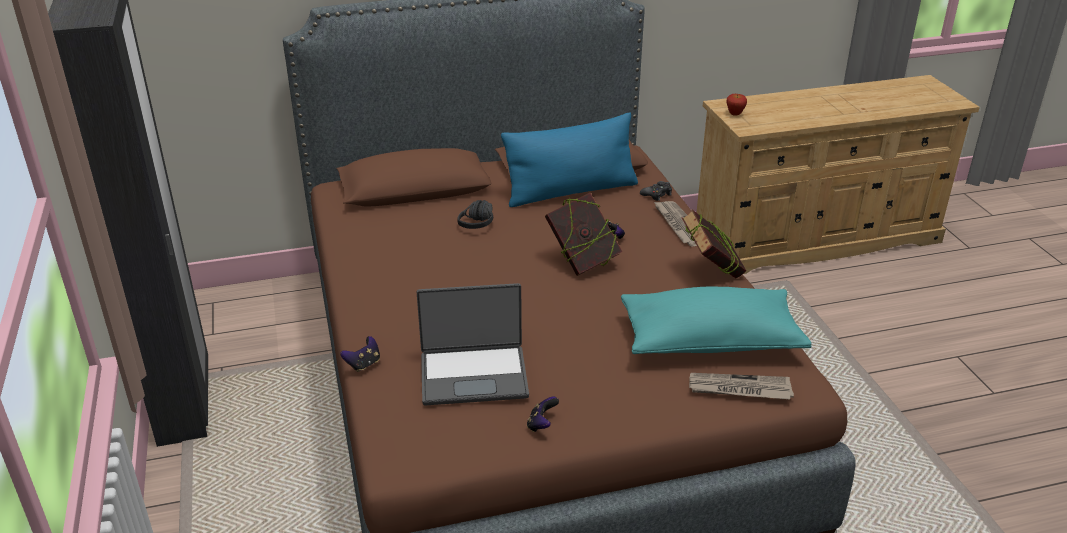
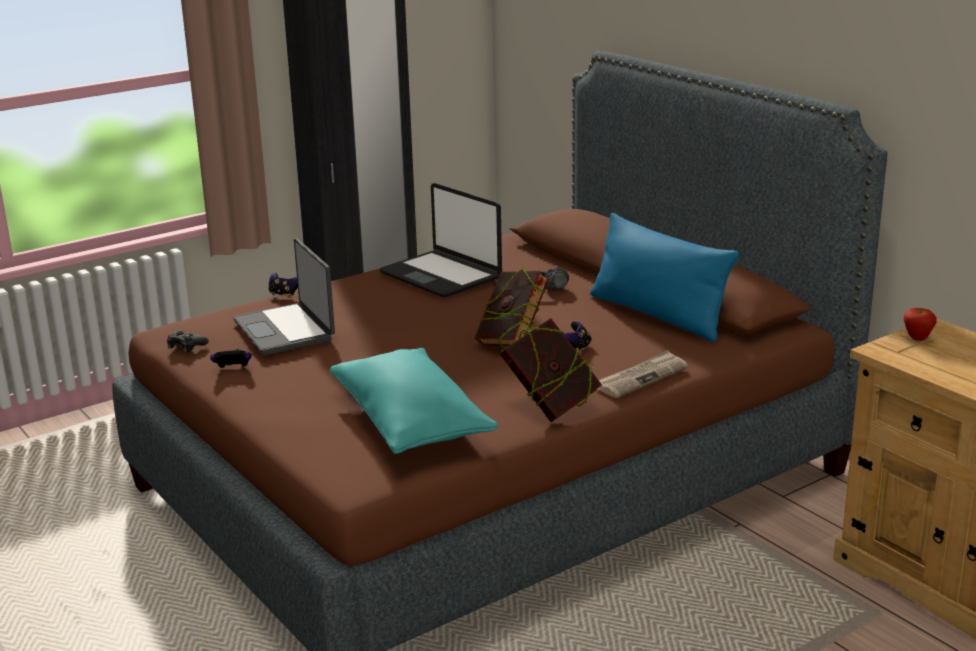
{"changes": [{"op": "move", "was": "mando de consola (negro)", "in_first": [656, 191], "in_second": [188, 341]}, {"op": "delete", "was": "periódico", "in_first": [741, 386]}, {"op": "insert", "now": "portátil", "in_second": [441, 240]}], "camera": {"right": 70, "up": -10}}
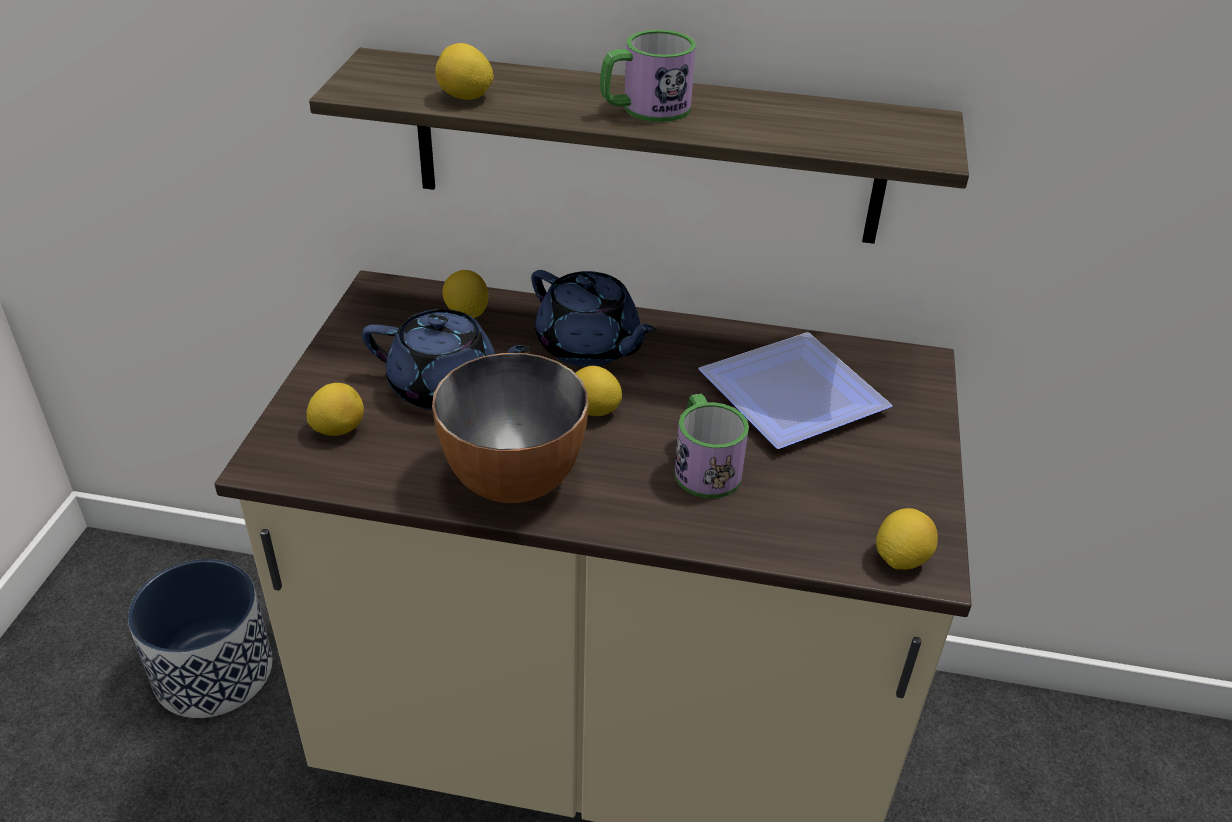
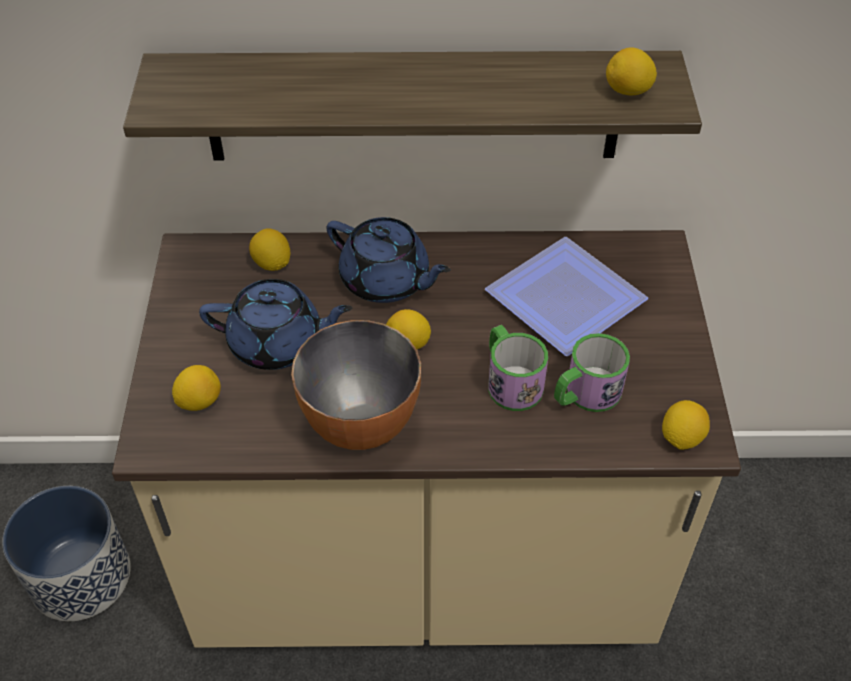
{"changes": [{"op": "move", "was": "taza grande", "in_first": [648, 76], "in_second": [592, 372]}, {"op": "move", "was": "limón", "in_first": [464, 71], "in_second": [631, 71]}], "camera": {"right": -10, "up": 10}}
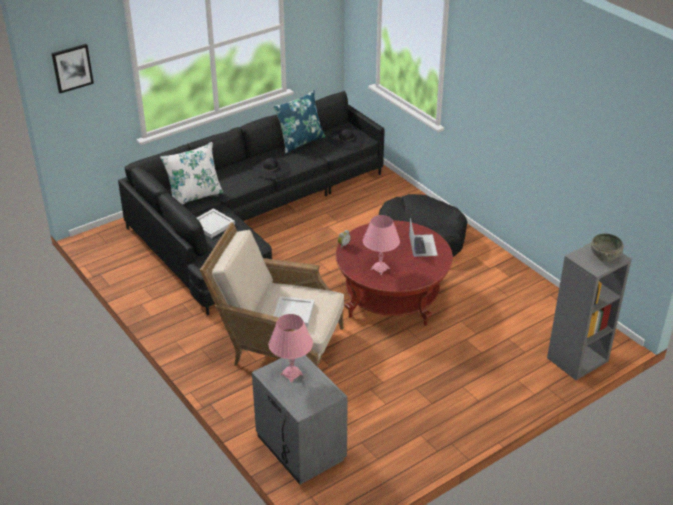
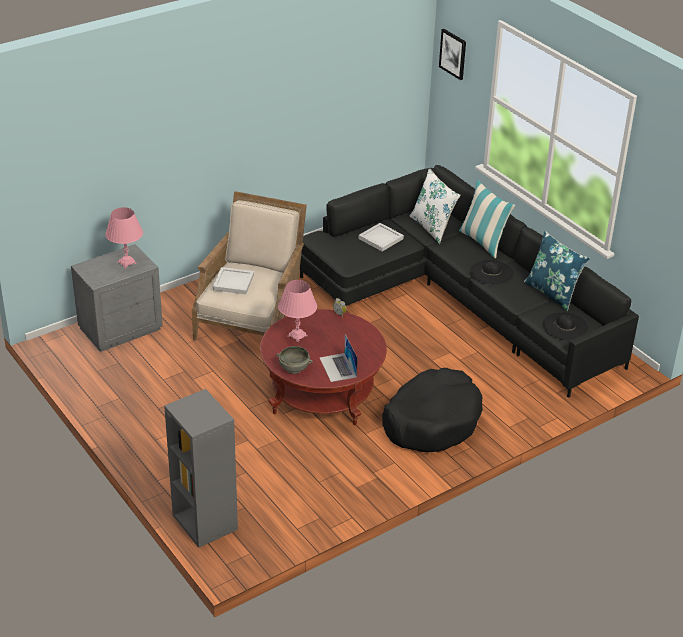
{"changes": [{"op": "rotate", "was": "portátil", "in_first": [423, 237], "in_second": [338, 358], "clockwise": 75}, {"op": "move", "was": "cuenco (gris)", "in_first": [607, 248], "in_second": [294, 360]}, {"op": "insert", "now": "cojín", "in_second": [487, 219]}], "camera": {"right": 90, "up": 0}}
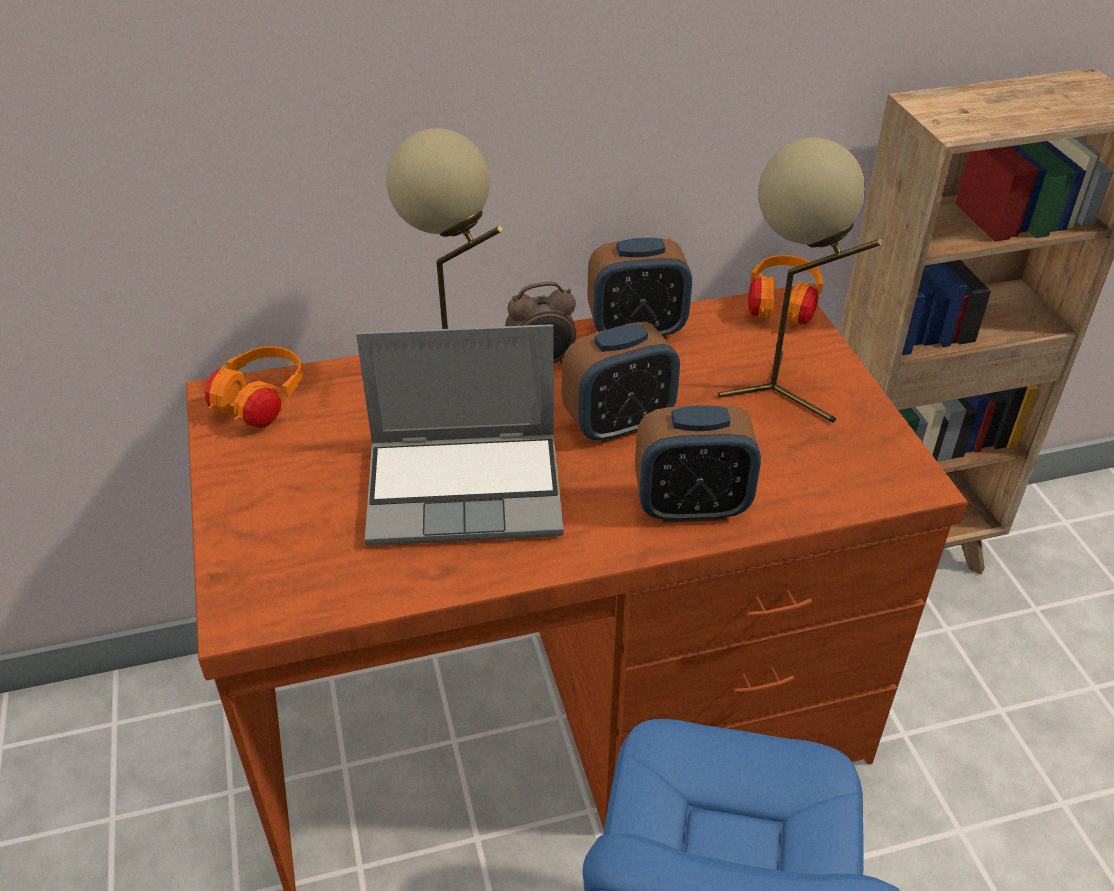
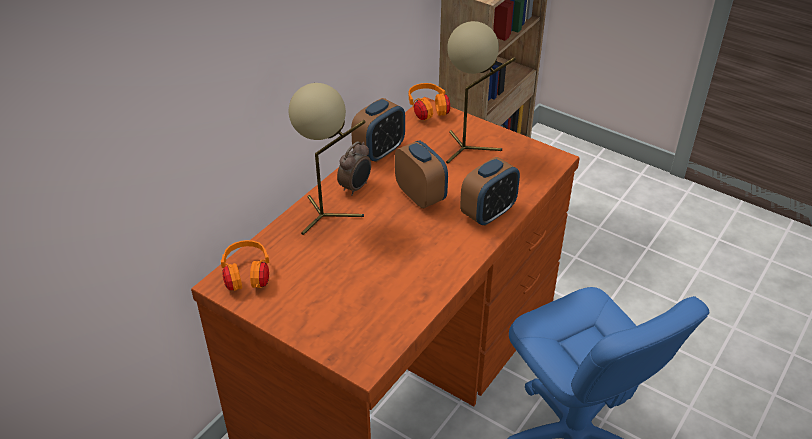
{"changes": [{"op": "rotate", "was": "despertador", "in_first": [621, 382], "in_second": [421, 174], "clockwise": -60}, {"op": "delete", "was": "portátil", "in_first": [460, 435]}], "camera": {"right": -40, "up": 0}}
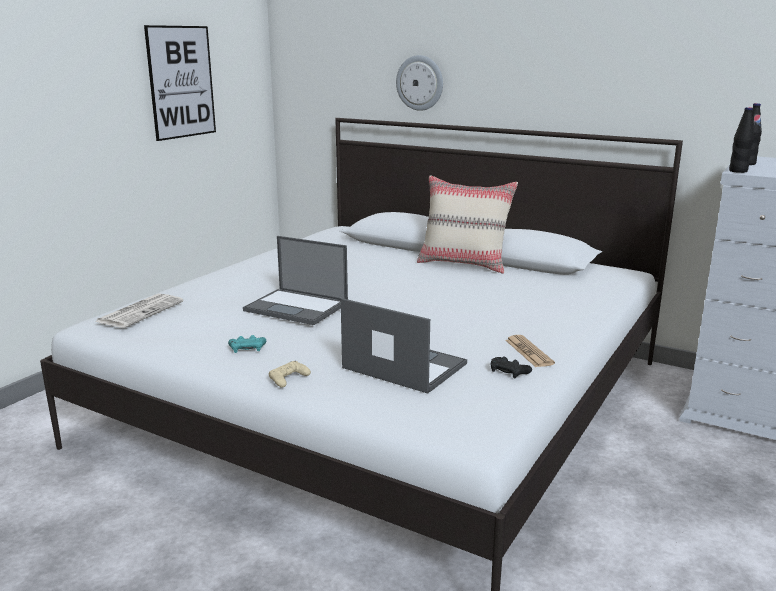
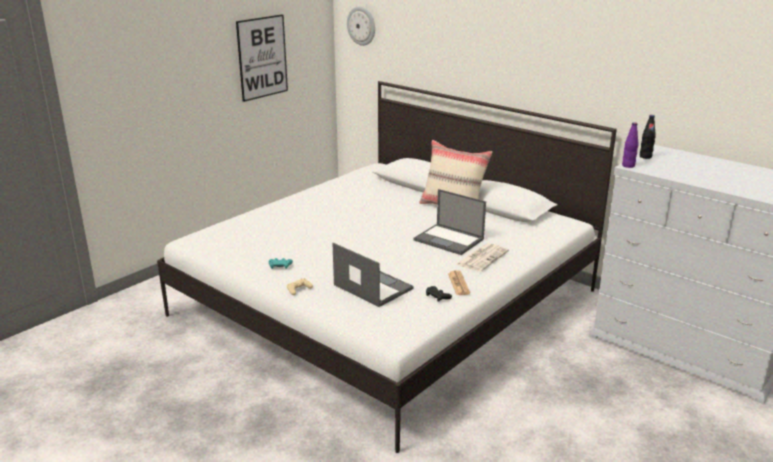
{"changes": [{"op": "move", "was": "reloj de pared", "in_first": [419, 83], "in_second": [361, 26]}, {"op": "recolor", "was": "botella (negro)", "now": "botella (morado)", "in_first": [741, 140], "in_second": [630, 145]}, {"op": "move", "was": "portátil", "in_first": [295, 280], "in_second": [450, 222]}, {"op": "move", "was": "periódico", "in_first": [139, 310], "in_second": [482, 257]}], "camera": {"right": 10, "up": 5}}
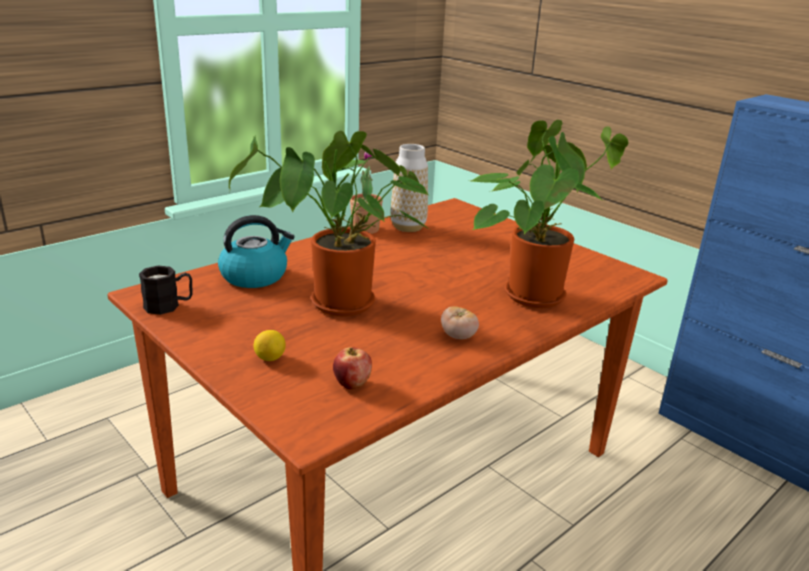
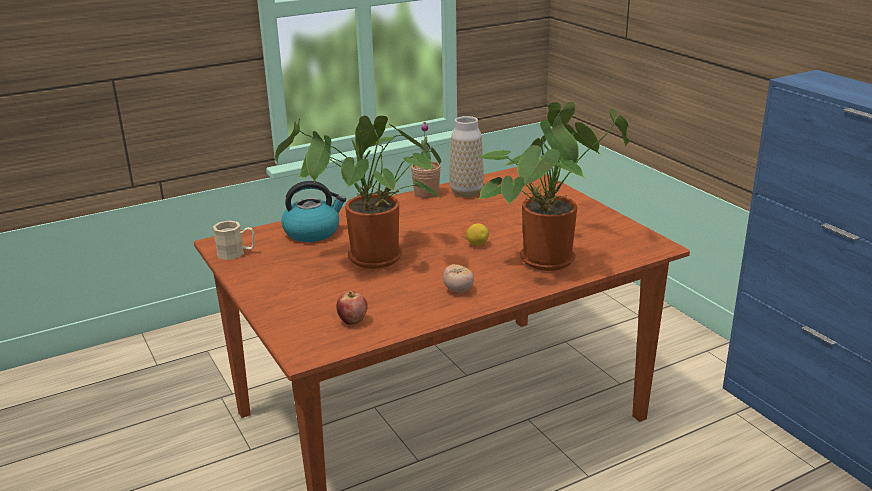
{"changes": [{"op": "recolor", "was": "taza grande (negro)", "now": "taza grande (beis)", "in_first": [166, 290], "in_second": [234, 240]}, {"op": "move", "was": "limón", "in_first": [270, 345], "in_second": [477, 234]}], "camera": {"right": 15, "up": 0}}
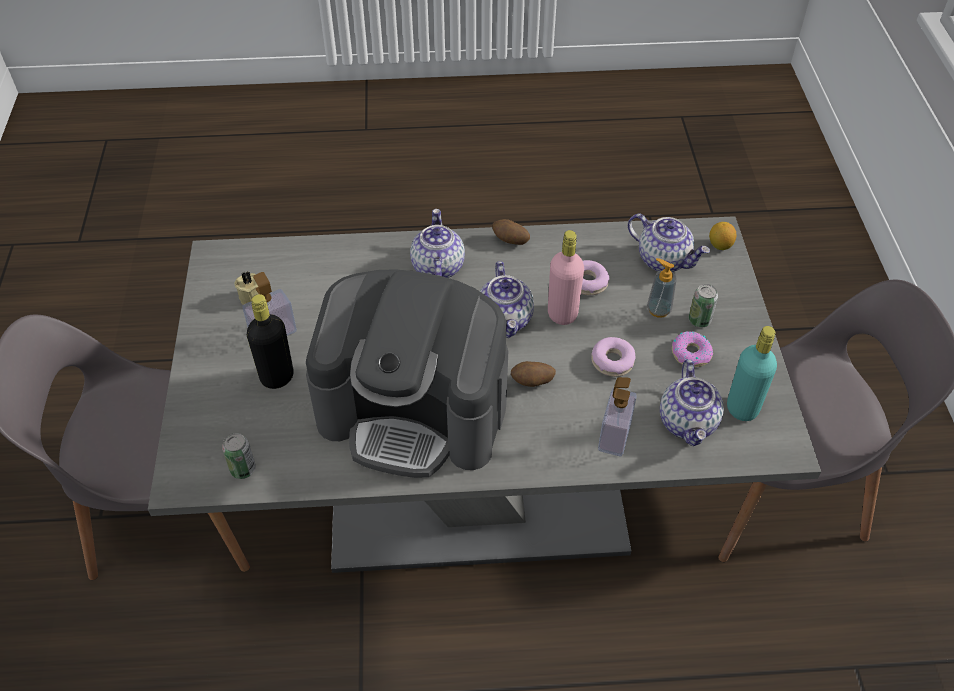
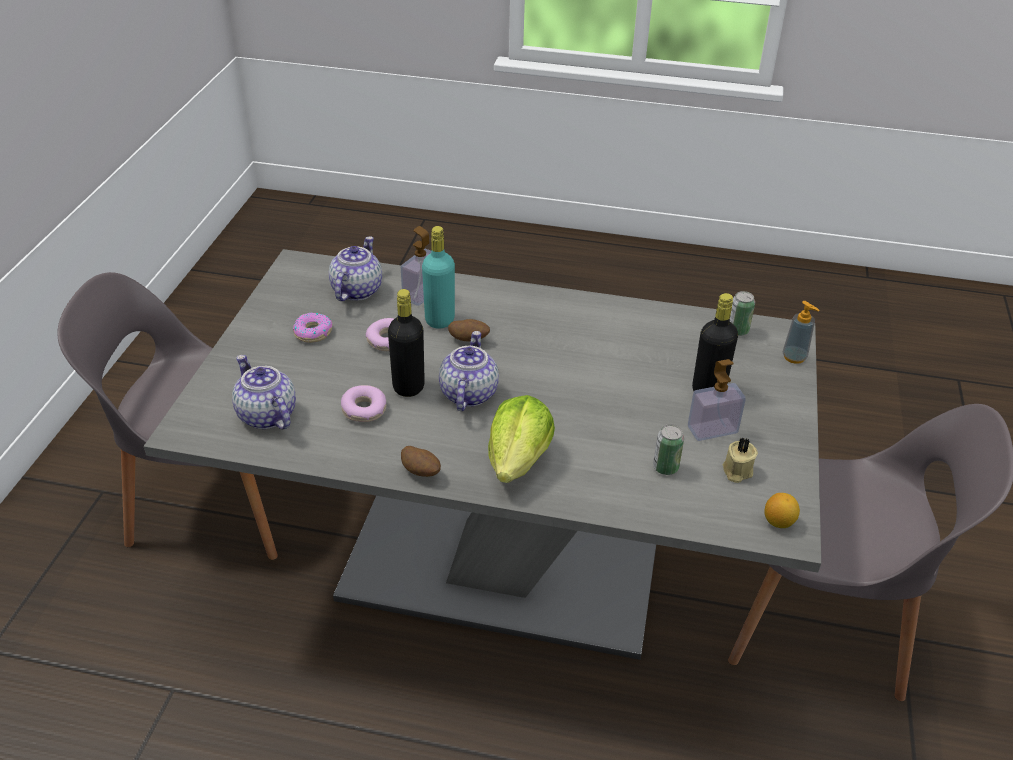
{"changes": [{"op": "replace", "was": "tetera", "now": "lechuga", "in_first": [437, 243], "in_second": [521, 439]}, {"op": "move", "was": "limón", "in_first": [722, 236], "in_second": [782, 510]}, {"op": "recolor", "was": "botella (rosa)", "now": "botella (negro)", "in_first": [566, 277], "in_second": [406, 343]}, {"op": "move", "was": "dispensador de jabón", "in_first": [662, 288], "in_second": [800, 332]}, {"op": "delete", "was": "cafetera", "in_first": [407, 373]}, {"op": "move", "was": "lata", "in_first": [703, 305], "in_second": [668, 449]}, {"op": "move", "was": "botella (turquesa)", "in_first": [752, 373], "in_second": [438, 277]}], "camera": {"right": -165, "up": -10}}
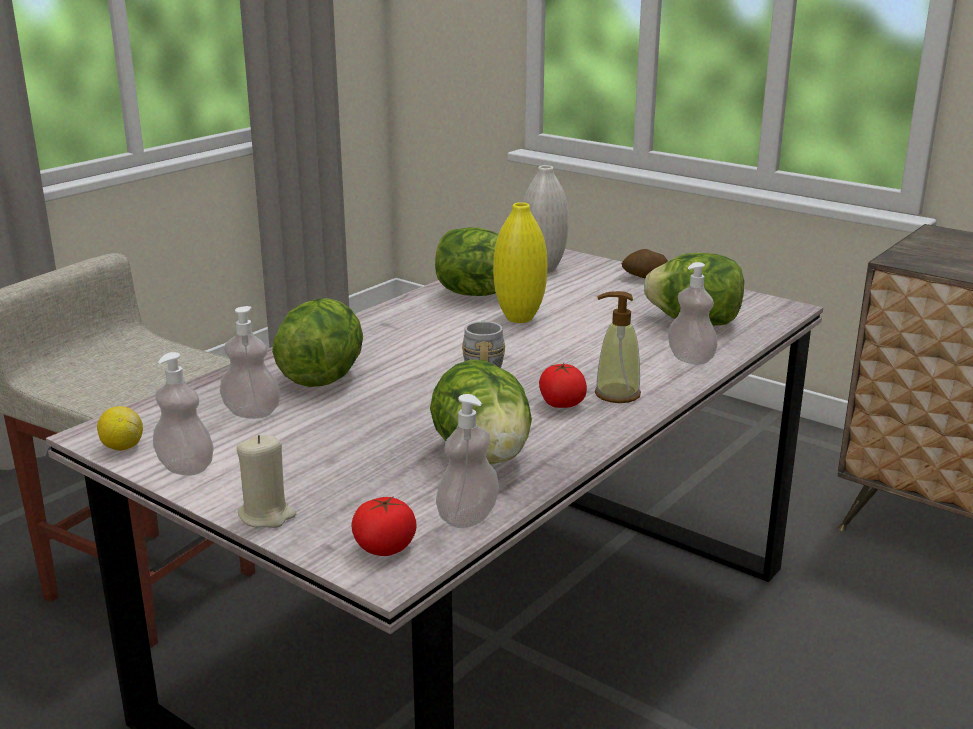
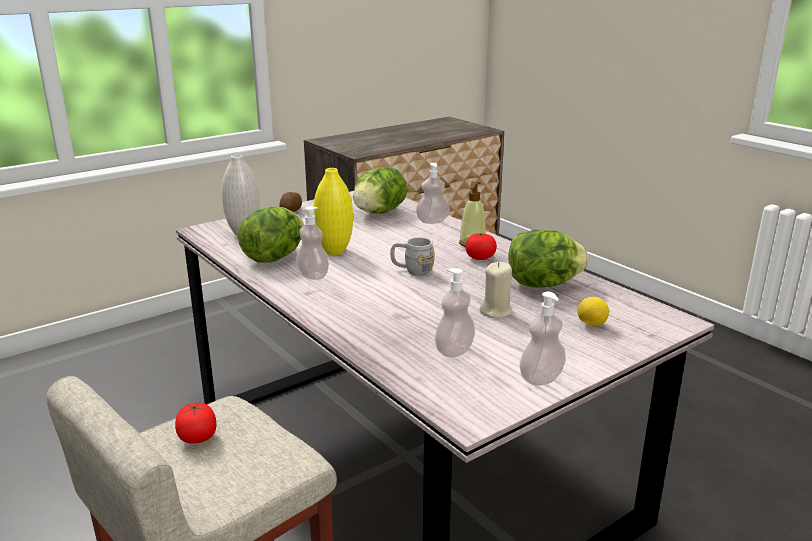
{"changes": [{"op": "delete", "was": "lechuga", "in_first": [317, 342]}, {"op": "move", "was": "dispensador de jabón", "in_first": [467, 461], "in_second": [312, 243]}, {"op": "move", "was": "limón", "in_first": [120, 428], "in_second": [593, 312]}, {"op": "move", "was": "vela (beis)", "in_first": [266, 481], "in_second": [495, 290]}, {"op": "move", "was": "tomate", "in_first": [383, 526], "in_second": [195, 423]}], "camera": {"right": -75, "up": 0}}
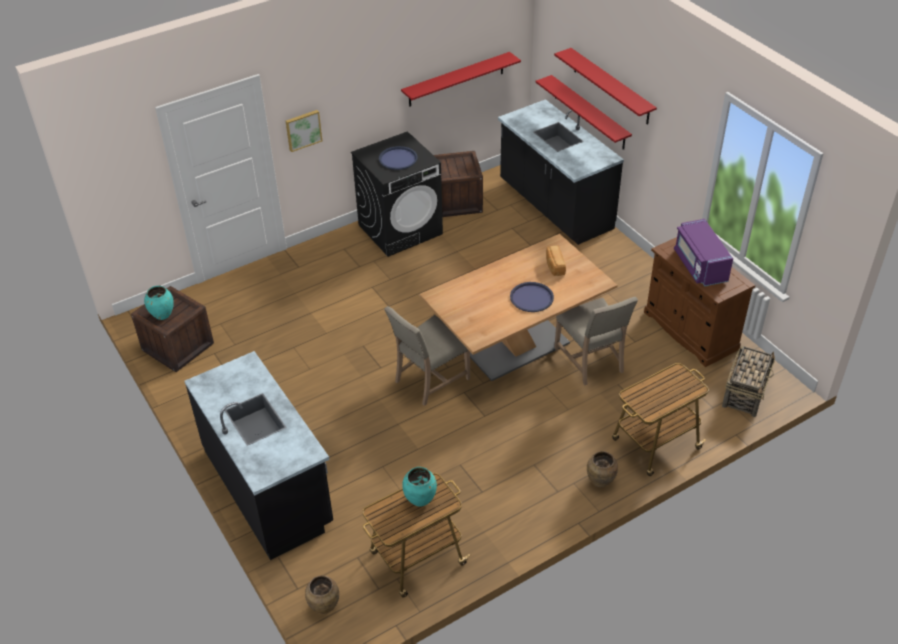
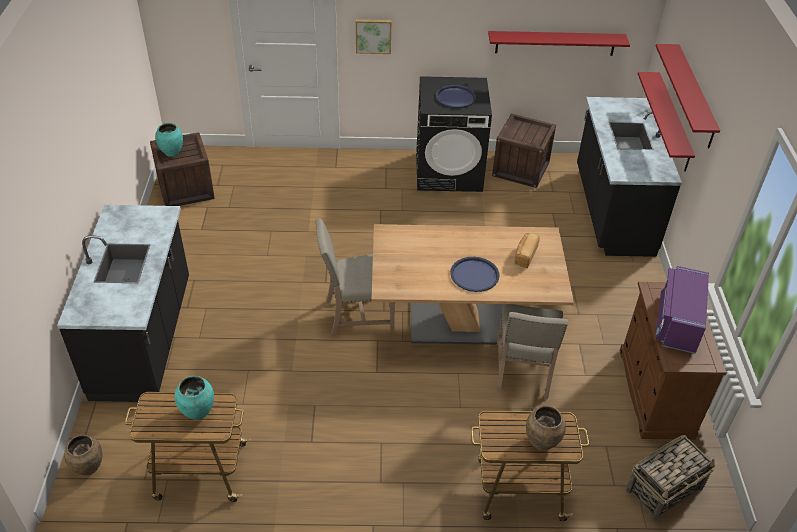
{"changes": [{"op": "move", "was": "florero (marrón)", "in_first": [602, 469], "in_second": [546, 428]}], "camera": {"right": 30, "up": 0}}
